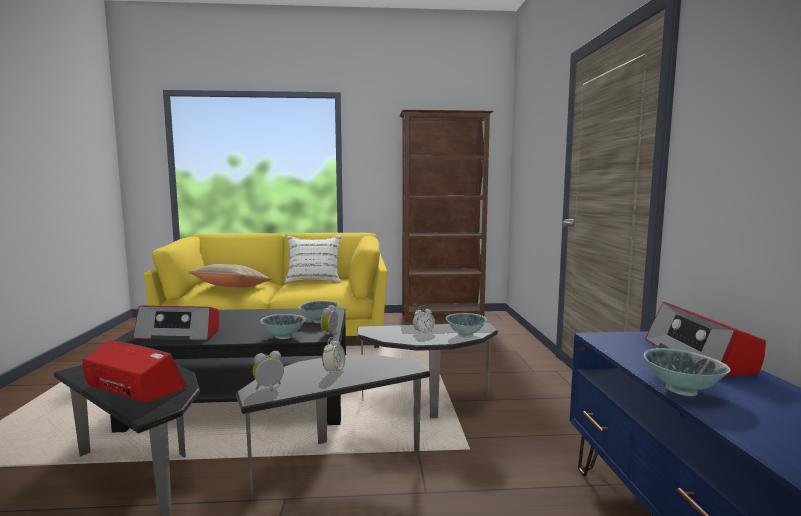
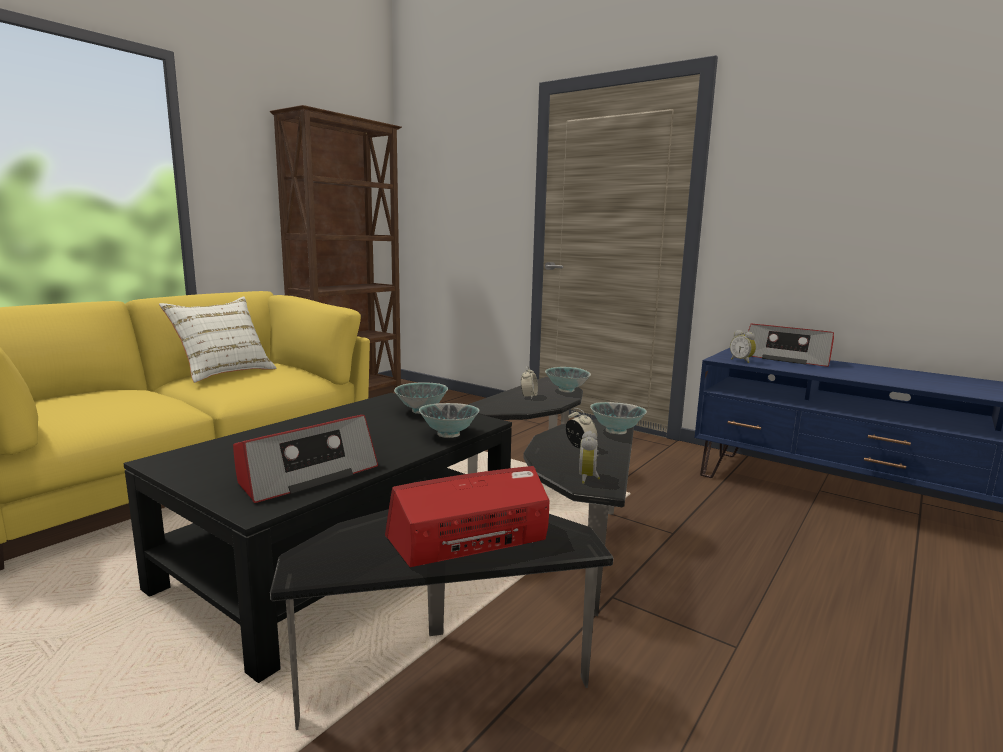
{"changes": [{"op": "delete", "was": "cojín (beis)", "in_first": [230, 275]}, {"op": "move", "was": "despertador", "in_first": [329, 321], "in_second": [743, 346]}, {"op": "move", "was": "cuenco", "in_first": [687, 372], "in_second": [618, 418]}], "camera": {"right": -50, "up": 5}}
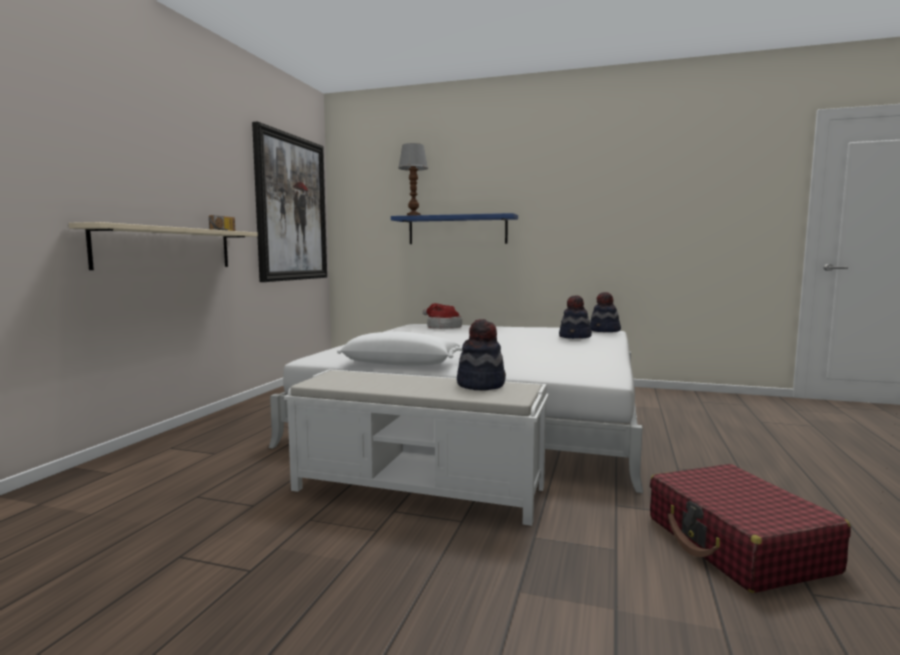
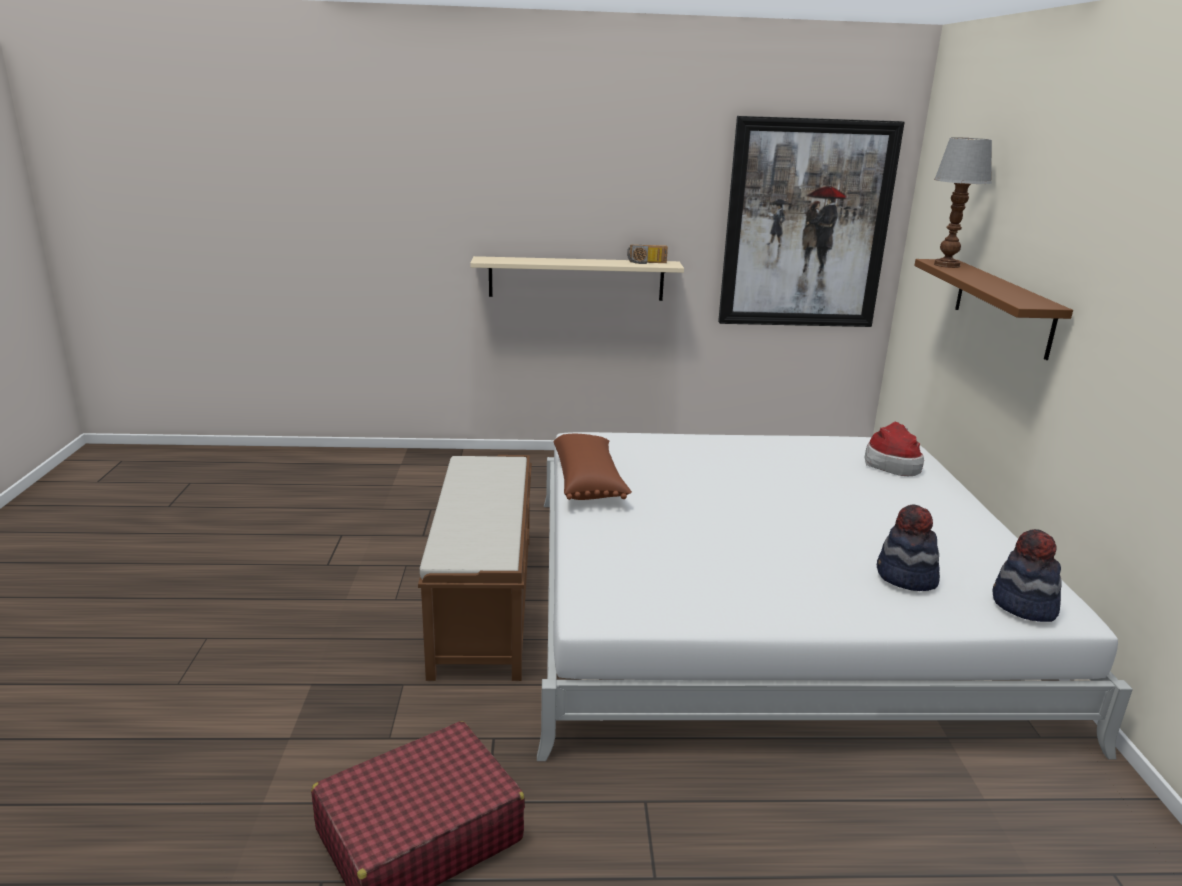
{"changes": [{"op": "recolor", "was": "estante (azul)", "now": "estante (marrón)", "in_first": [454, 228], "in_second": [993, 309]}, {"op": "delete", "was": "sombrero", "in_first": [481, 354]}, {"op": "recolor", "was": "cojín (blanco)", "now": "cojín (marrón)", "in_first": [400, 348], "in_second": [593, 467]}, {"op": "recolor", "was": "banco (blanco)", "now": "banco (marrón)", "in_first": [416, 447], "in_second": [475, 568]}], "camera": {"right": 70, "up": 15}}
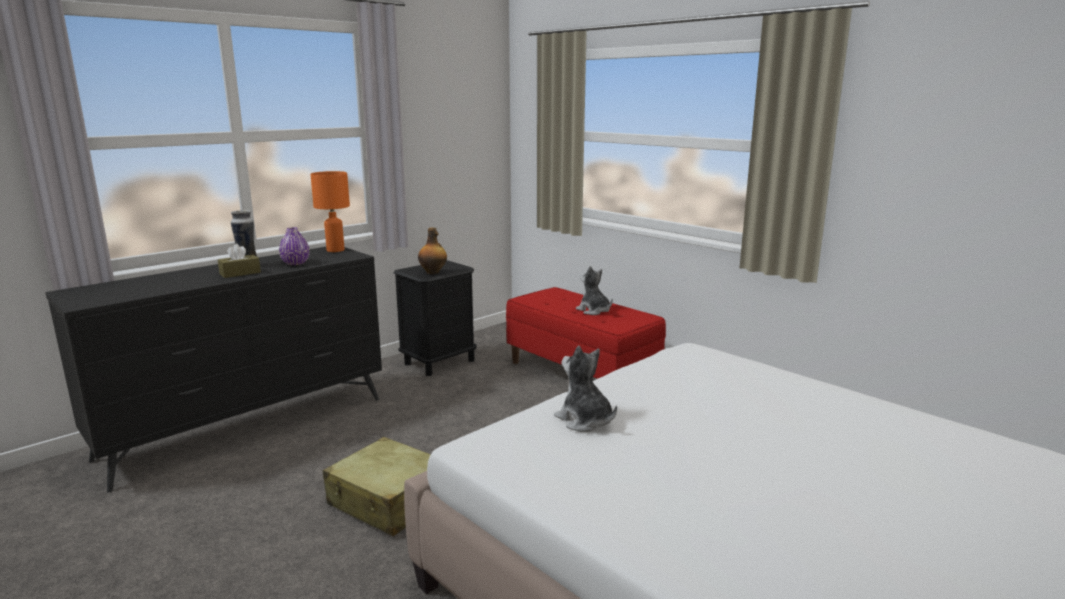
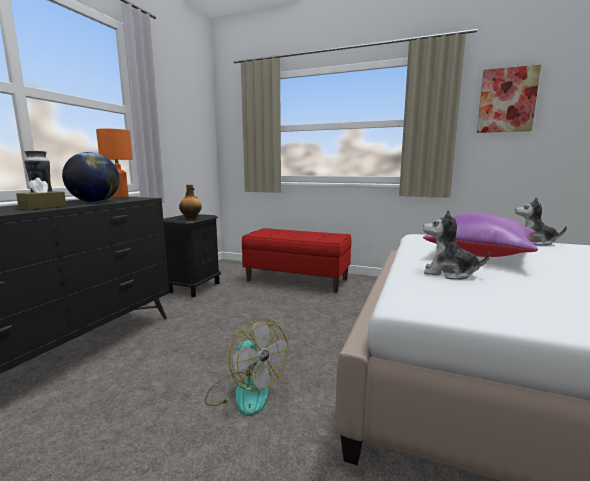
{"changes": [{"op": "replace", "was": "florero (morado)", "now": "globo terráqueo", "in_first": [294, 246], "in_second": [91, 177]}, {"op": "move", "was": "peluche", "in_first": [594, 290], "in_second": [541, 221]}, {"op": "replace", "was": "maleta (beis)", "now": "ventilador", "in_first": [377, 486], "in_second": [246, 367]}, {"op": "insert", "now": "cuadro", "in_second": [509, 99]}, {"op": "insert", "now": "cojín (morado)", "in_second": [480, 235]}], "camera": {"right": -25, "up": -5}}
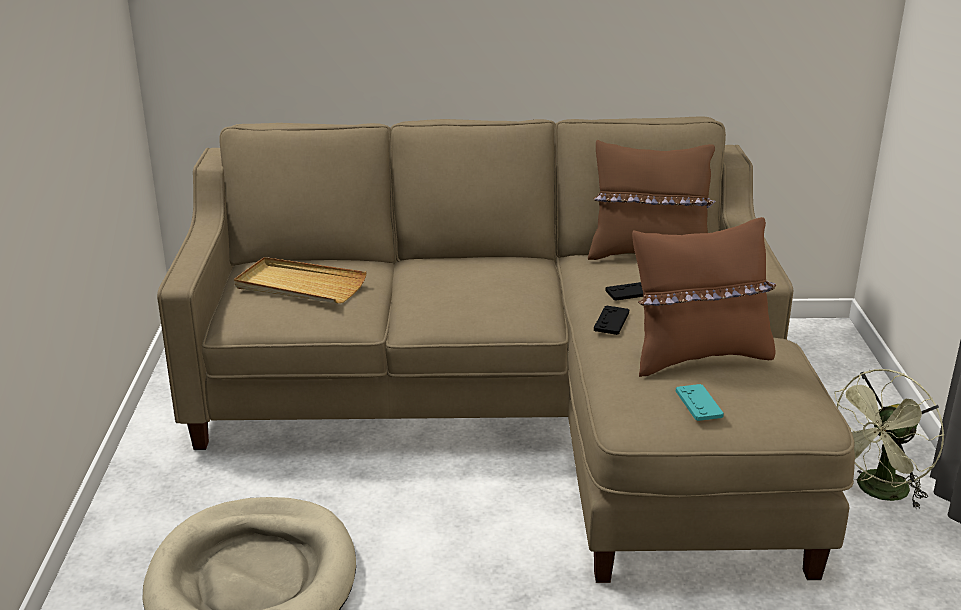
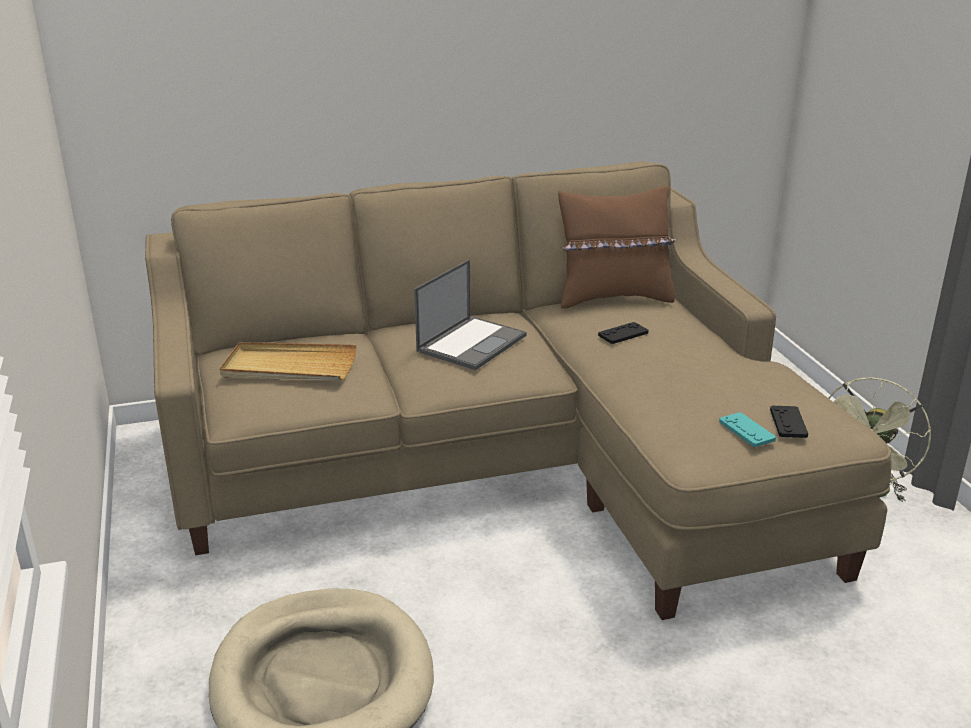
{"changes": [{"op": "delete", "was": "cojín (marrón)", "in_first": [704, 297]}, {"op": "move", "was": "mando de consola (negro)", "in_first": [611, 320], "in_second": [789, 422]}, {"op": "insert", "now": "portátil", "in_second": [470, 315]}], "camera": {"right": -15, "up": 0}}
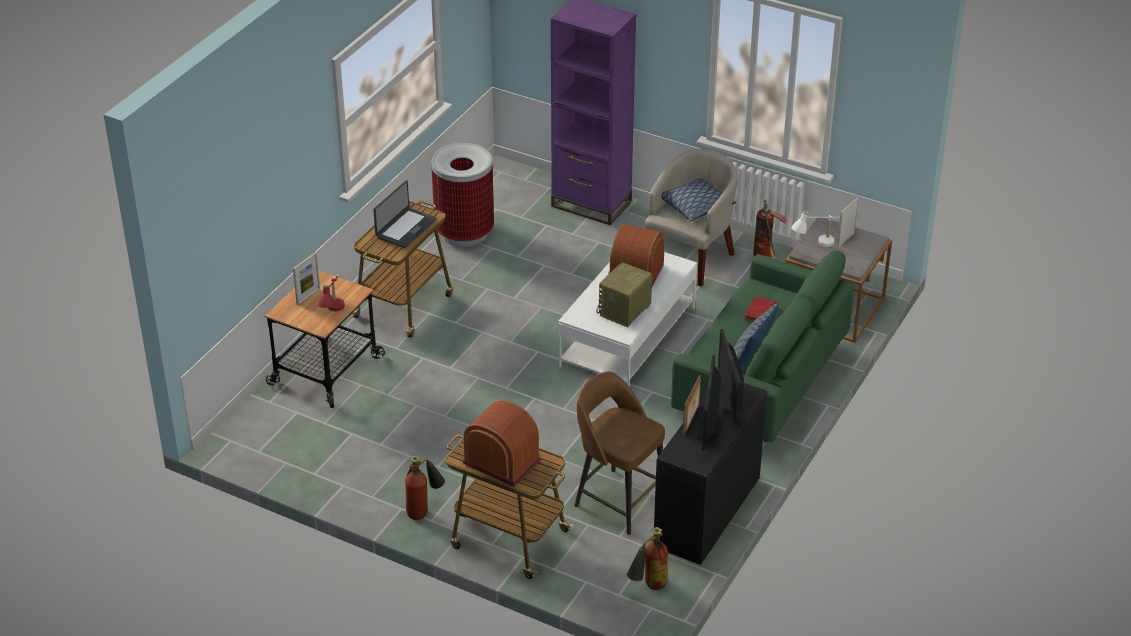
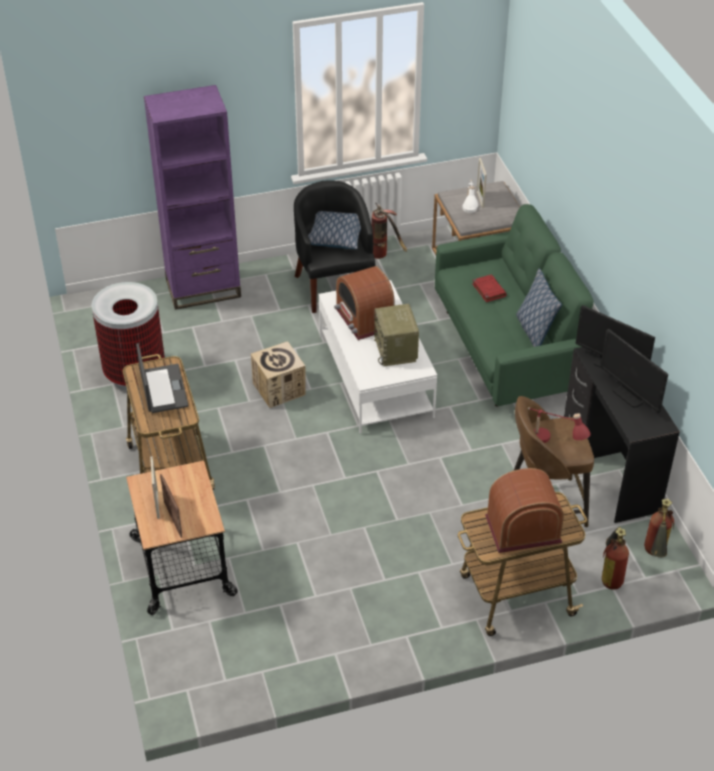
{"changes": [{"op": "recolor", "was": "sillón (beis)", "now": "sillón (negro)", "in_first": [691, 218], "in_second": [334, 246]}, {"op": "move", "was": "lámpara de mesa (rojo)", "in_first": [331, 292], "in_second": [559, 425]}, {"op": "move", "was": "portarretratos", "in_first": [692, 405], "in_second": [171, 506]}, {"op": "move", "was": "extintor", "in_first": [425, 487], "in_second": [615, 558]}, {"op": "insert", "now": "caja de cartón", "in_second": [278, 374]}], "camera": {"right": -45, "up": 5}}
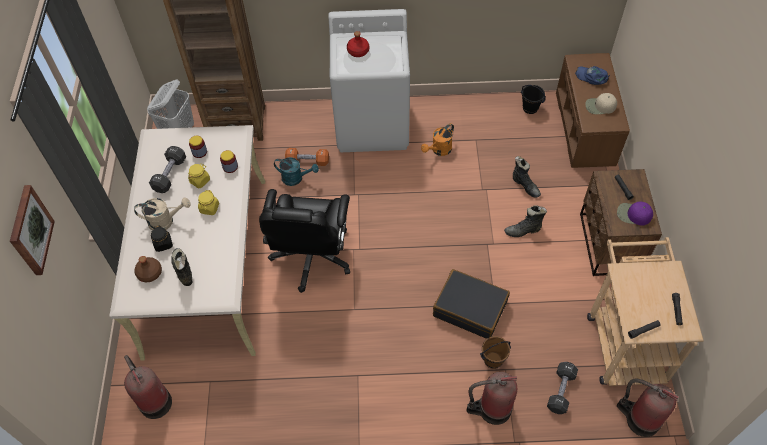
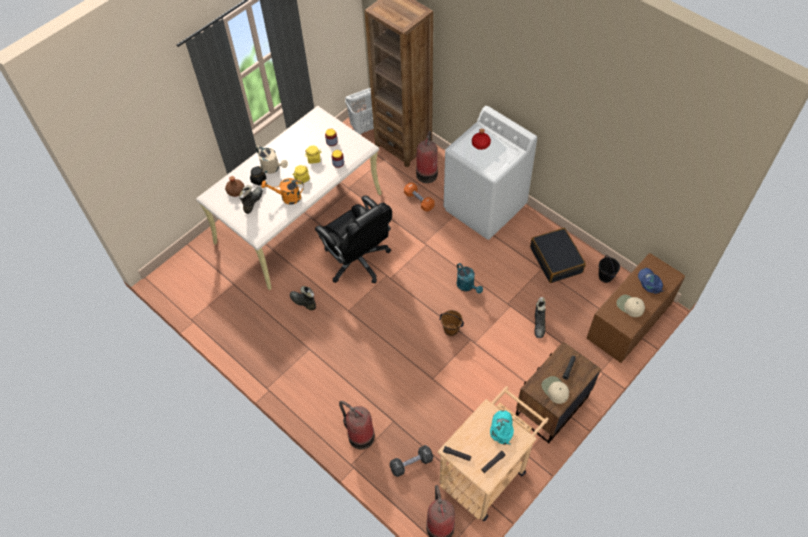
{"changes": [{"op": "move", "was": "regadera (naranja)", "in_first": [437, 139], "in_second": [282, 191]}, {"op": "delete", "was": "mancuerna (negro)", "in_first": [167, 169]}, {"op": "move", "was": "regadera (turquesa)", "in_first": [296, 171], "in_second": [469, 278]}, {"op": "delete", "was": "cuadro", "in_first": [32, 230]}, {"op": "rotate", "was": "silla de oficina (negro)", "in_first": [304, 241], "in_second": [353, 239], "clockwise": -90}, {"op": "recolor", "was": "gorra (morado)", "now": "gorra (beis)", "in_first": [635, 213], "in_second": [555, 390]}, {"op": "move", "was": "bota (negro)", "in_first": [525, 221], "in_second": [303, 298]}, {"op": "move", "was": "maleta (negro)", "in_first": [471, 304], "in_second": [558, 255]}, {"op": "move", "was": "cubo (marrón)", "in_first": [495, 352], "in_second": [451, 323]}, {"op": "move", "was": "extintor", "in_first": [148, 387], "in_second": [427, 157]}, {"op": "insert", "now": "gorra (turquesa)", "in_second": [502, 427]}], "camera": {"right": 45, "up": 0}}
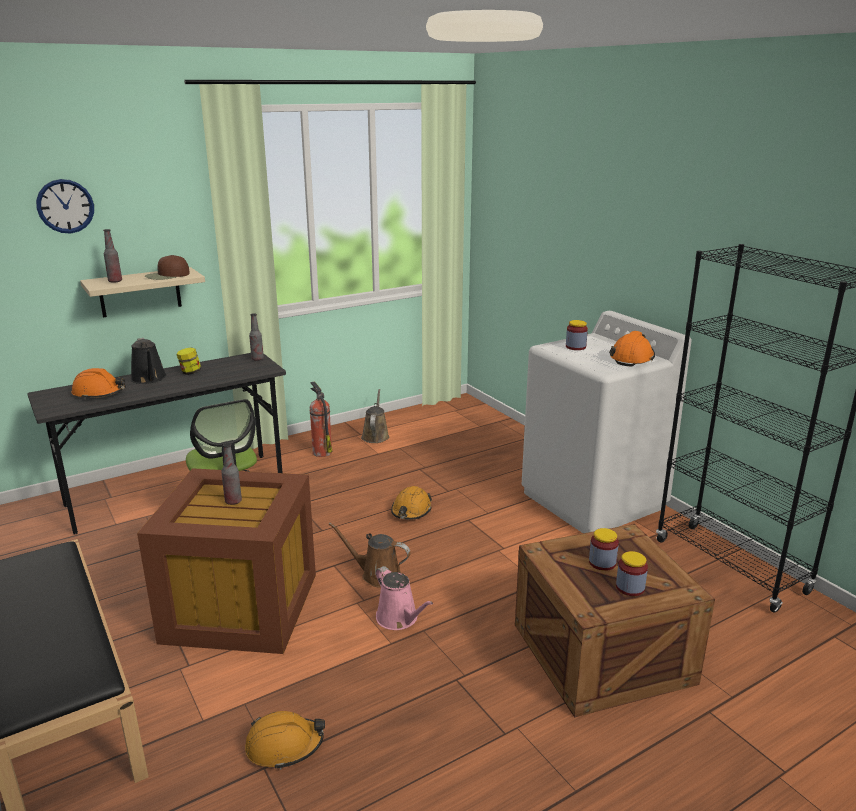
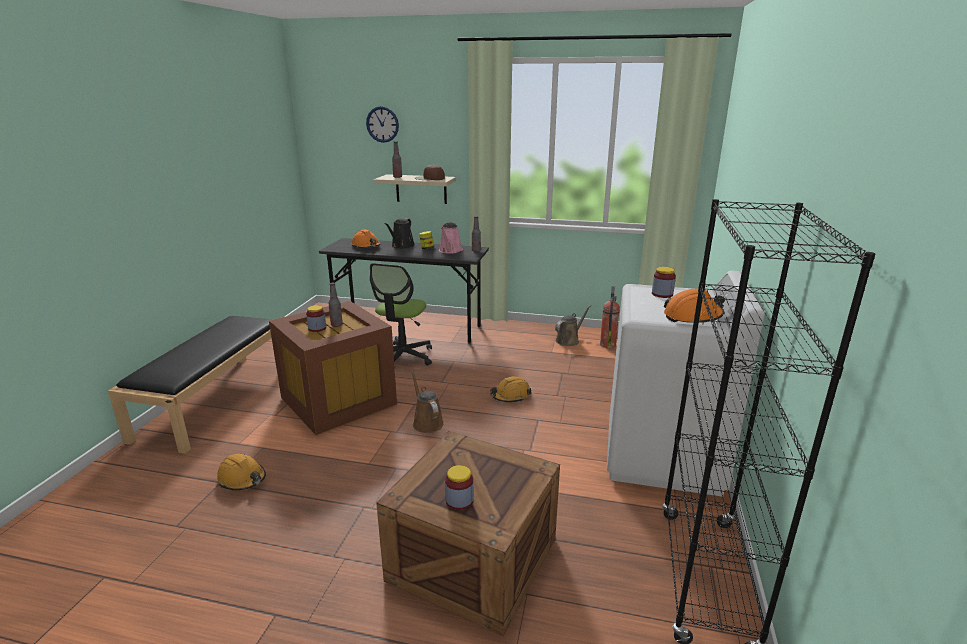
{"changes": [{"op": "move", "was": "extintor", "in_first": [321, 419], "in_second": [610, 317]}, {"op": "move", "was": "tarro", "in_first": [604, 549], "in_second": [316, 318]}, {"op": "move", "was": "regadera (rosa)", "in_first": [404, 598], "in_second": [451, 238]}], "camera": {"right": 45, "up": 0}}
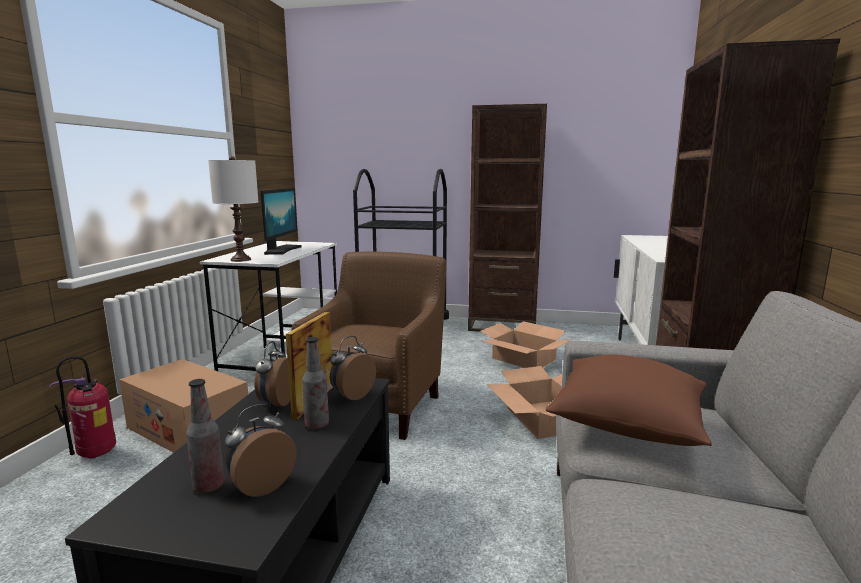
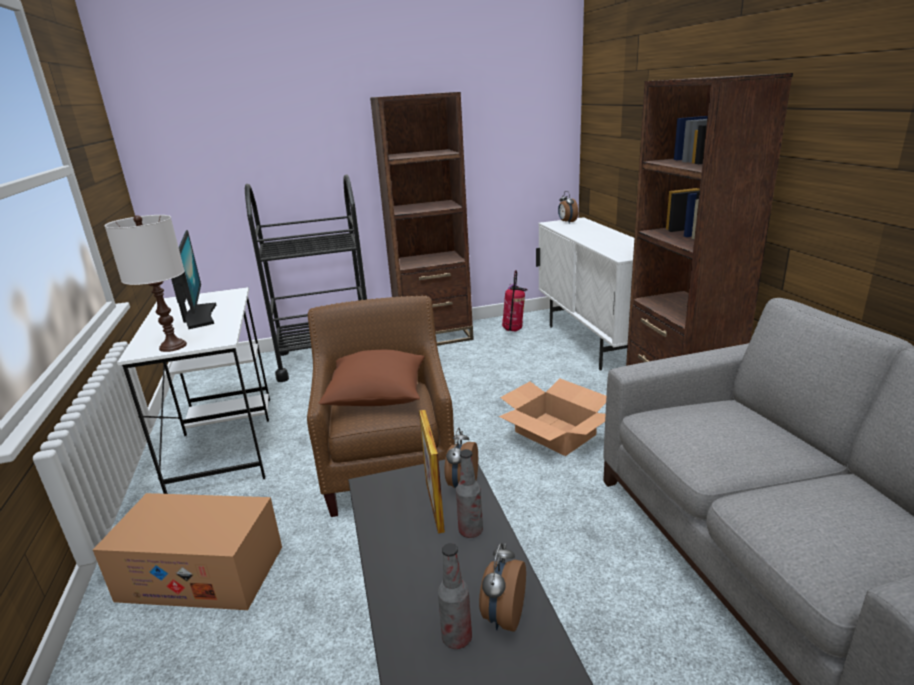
{"changes": [{"op": "delete", "was": "caja de cartón", "in_first": [526, 344]}, {"op": "move", "was": "despertador", "in_first": [272, 375], "in_second": [568, 207]}, {"op": "move", "was": "cojín (marrón)", "in_first": [628, 400], "in_second": [371, 378]}, {"op": "move", "was": "extintor", "in_first": [83, 407], "in_second": [514, 301]}], "camera": {"right": -25, "up": 10}}
